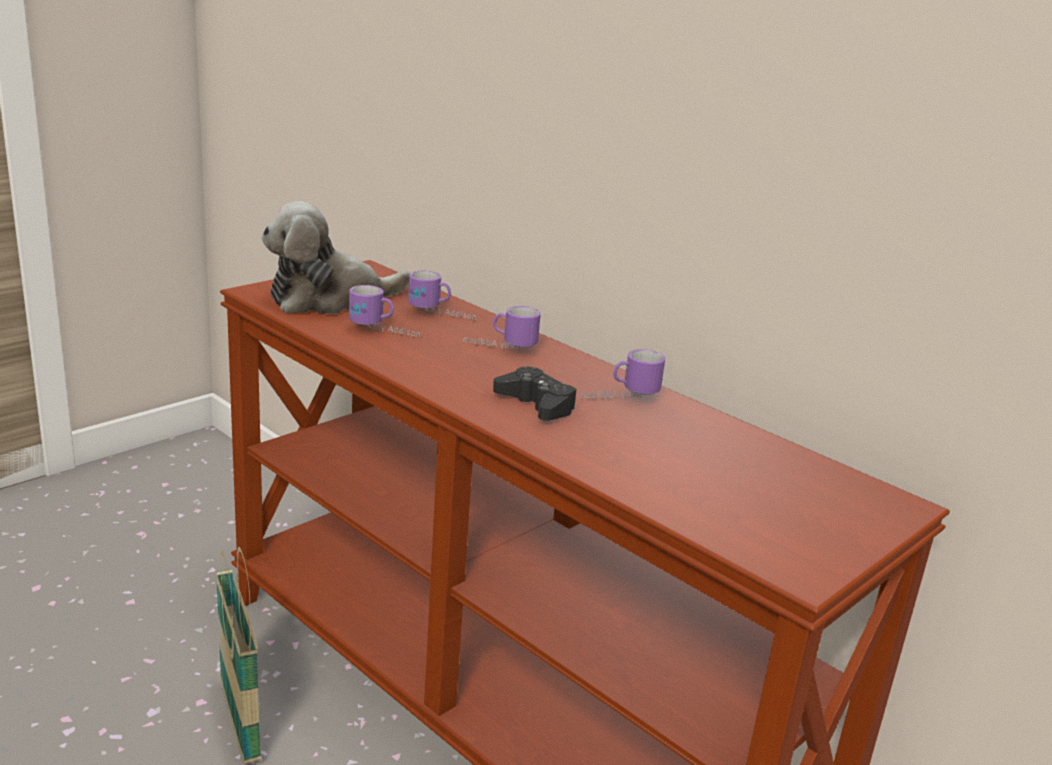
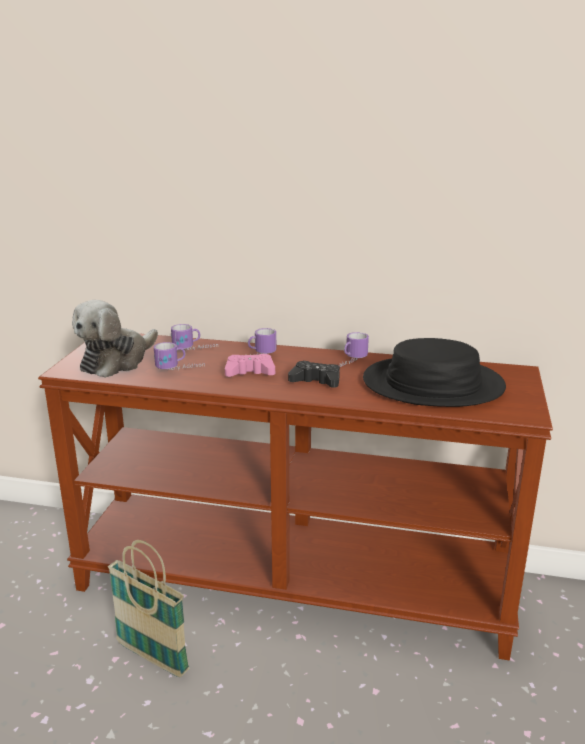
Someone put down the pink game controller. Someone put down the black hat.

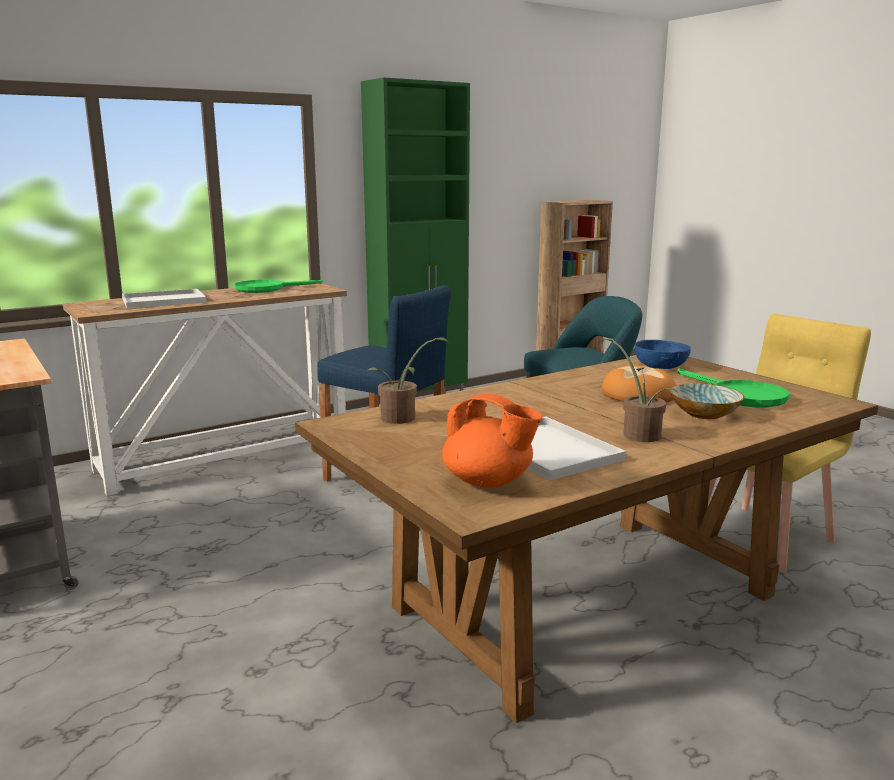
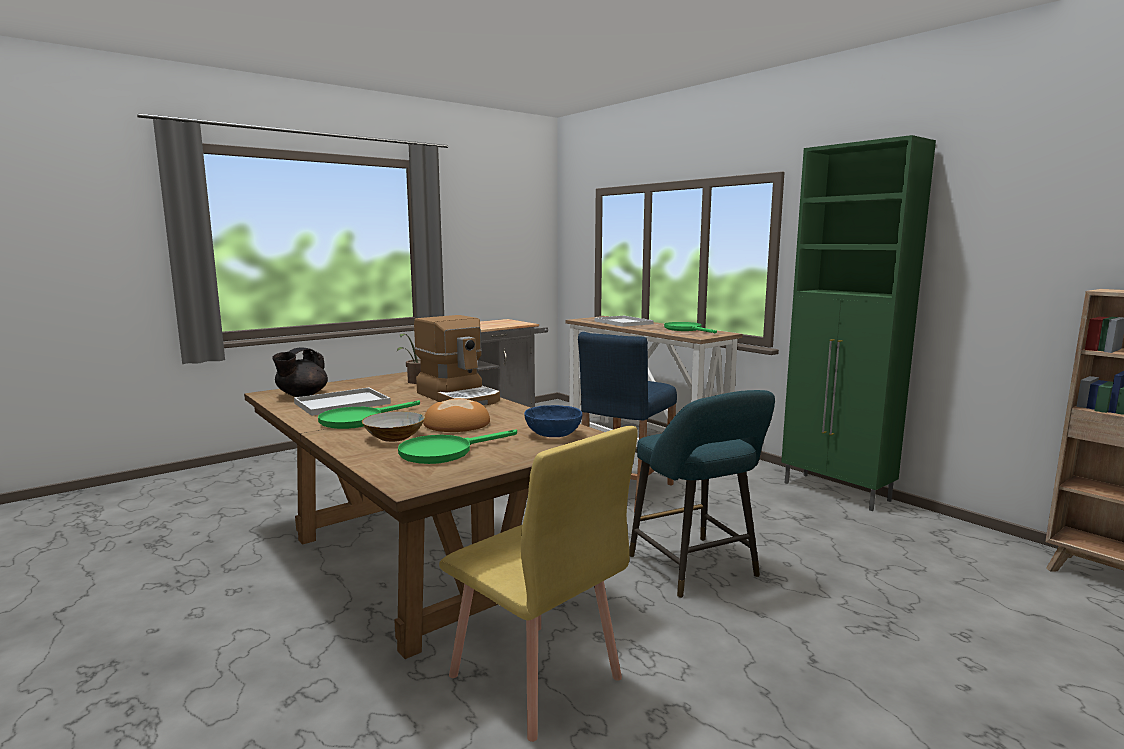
Someone repainted the orange teapot, which became the black teapot. Someone swapped the potted plant (no. 2 from left) for the green frying pan (no. 1 from left). Someone put down the coffee machine.

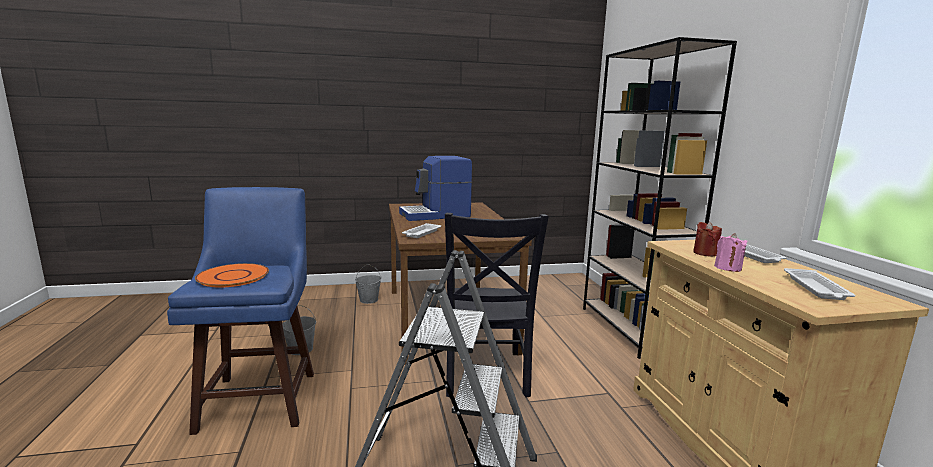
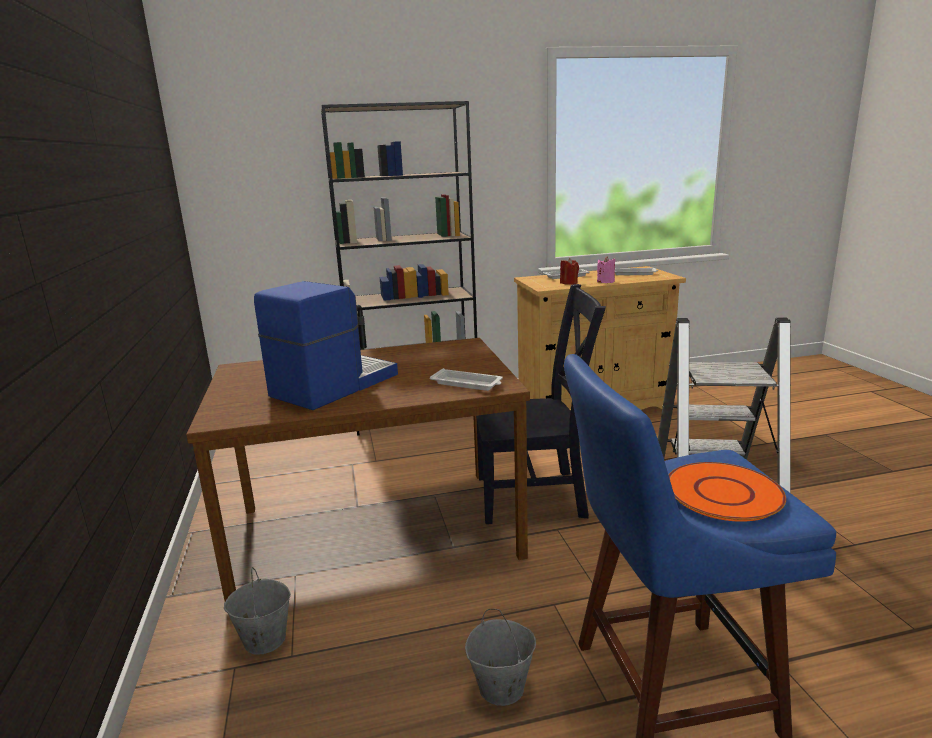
Someone rotated the coffee machine by 120 degrees counterclockwise.

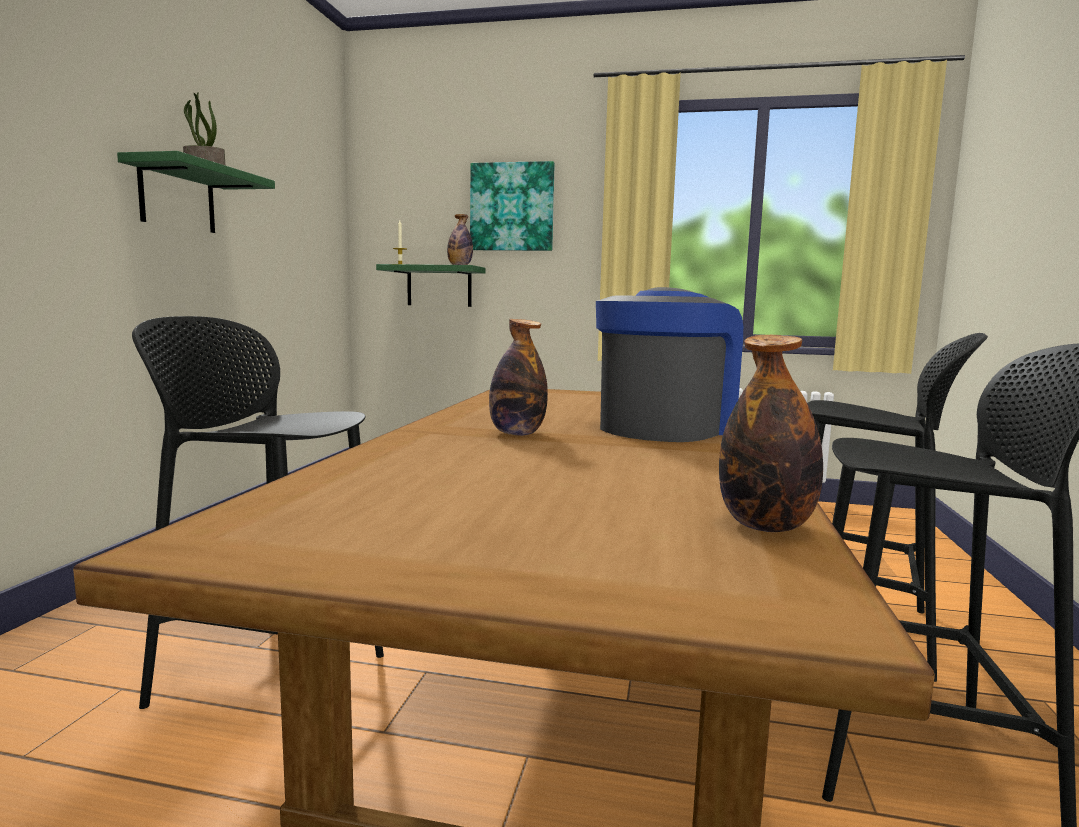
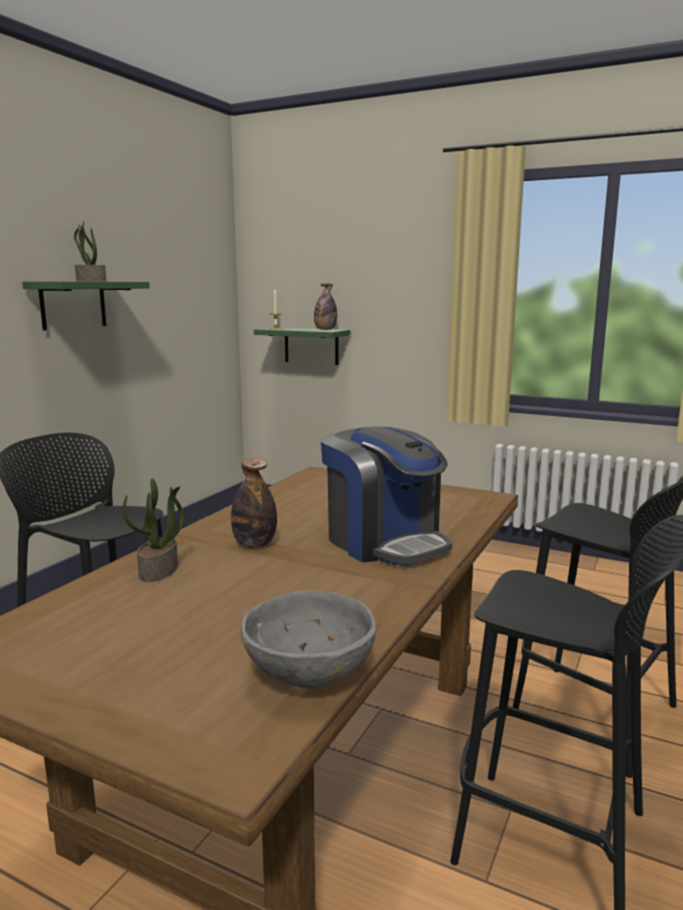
Someone put down the potted plant (no. 2 from left). Someone swapped the bottle (no. 3 from left) for the grey bowl. Someone rotated the coffee machine by 90 degrees clockwise. Someone took away the picture.

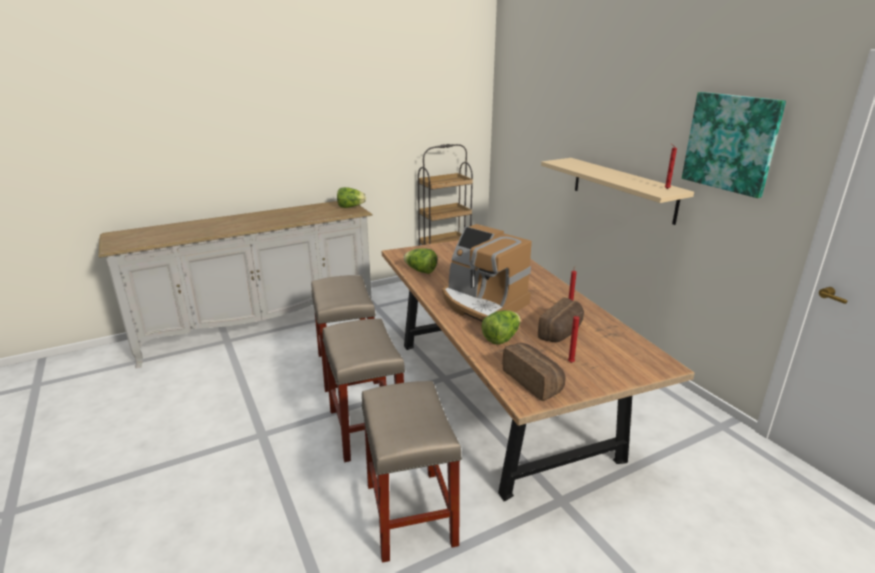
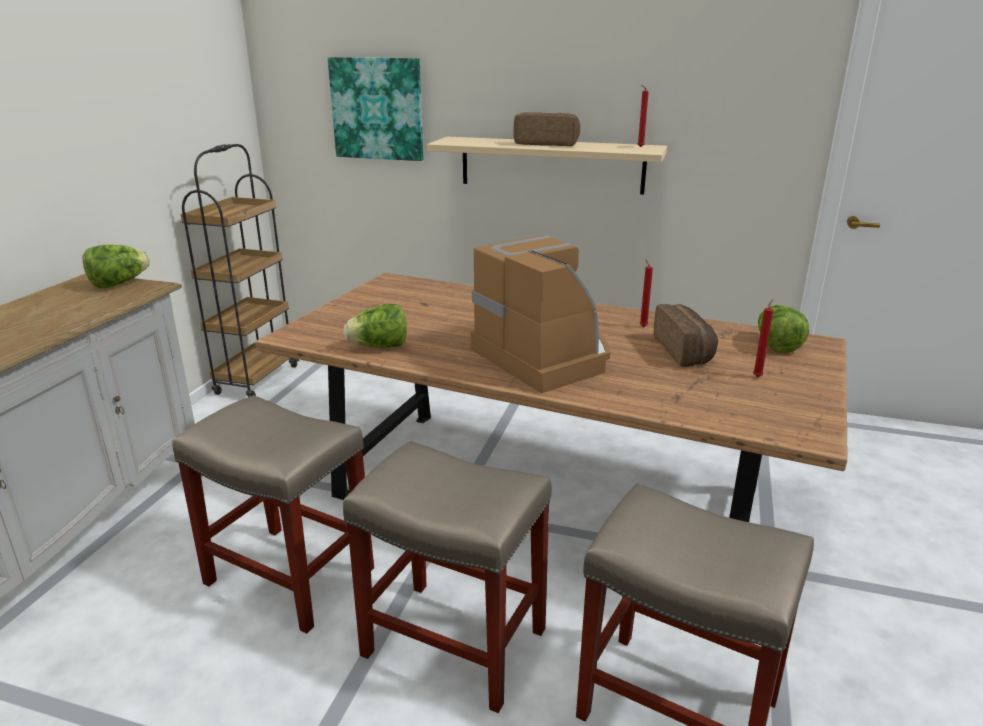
Someone carried the picture. Someone rotated the coffee machine by 120 degrees counterclockwise. Someone carried the bread (no. 1 from left). Someone carried the lettuce (no. 3 from left).

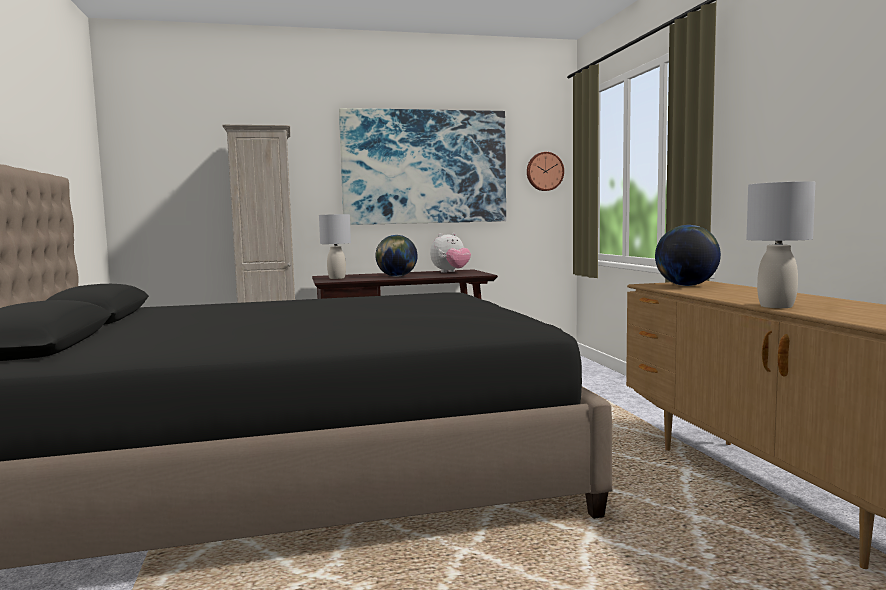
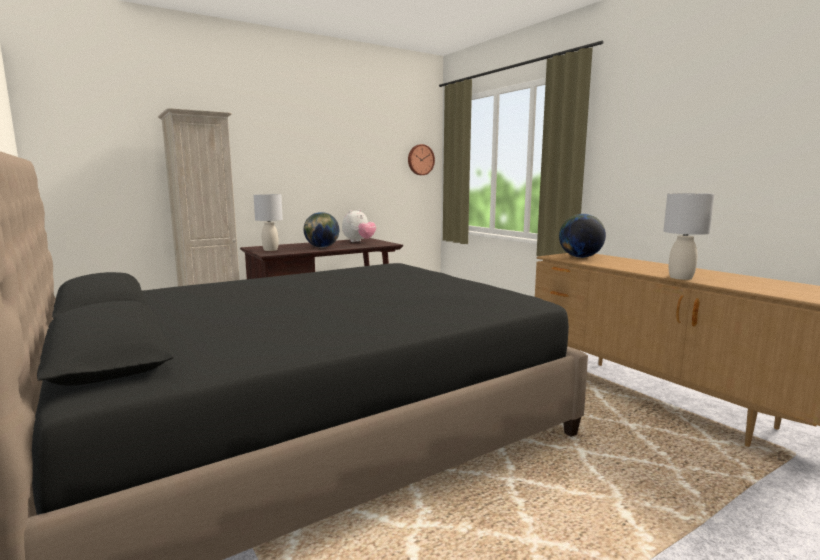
Someone took away the picture.

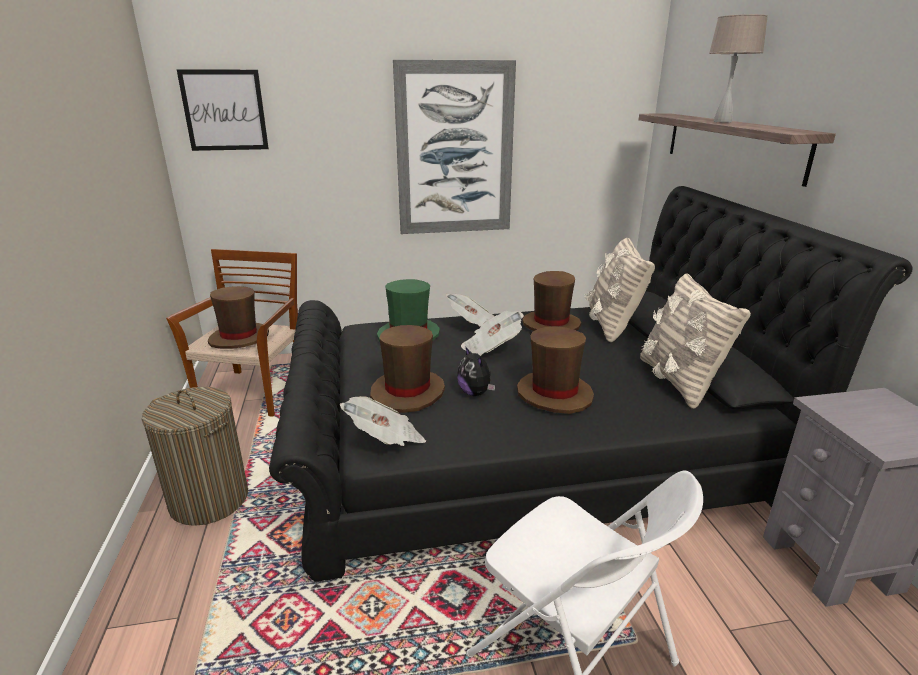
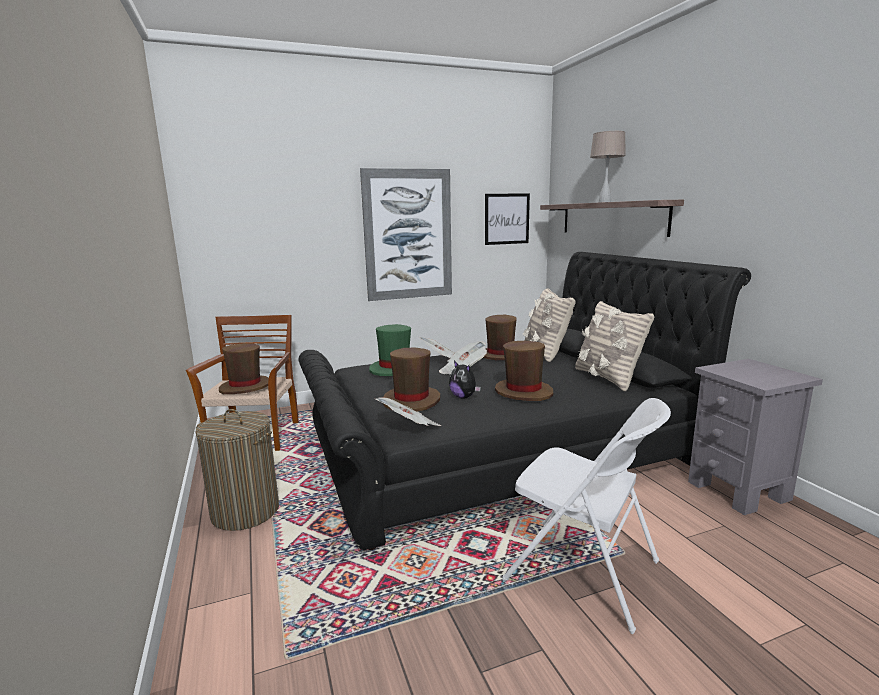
Someone carried the picture (no. 1 from left in the first image).

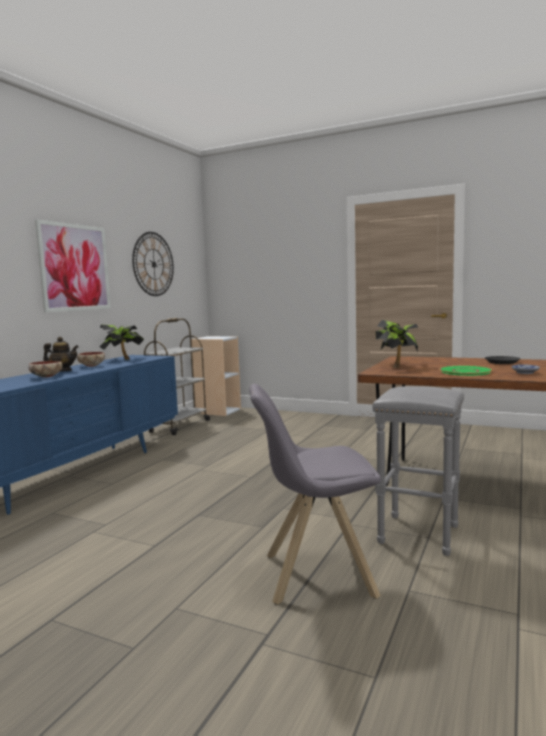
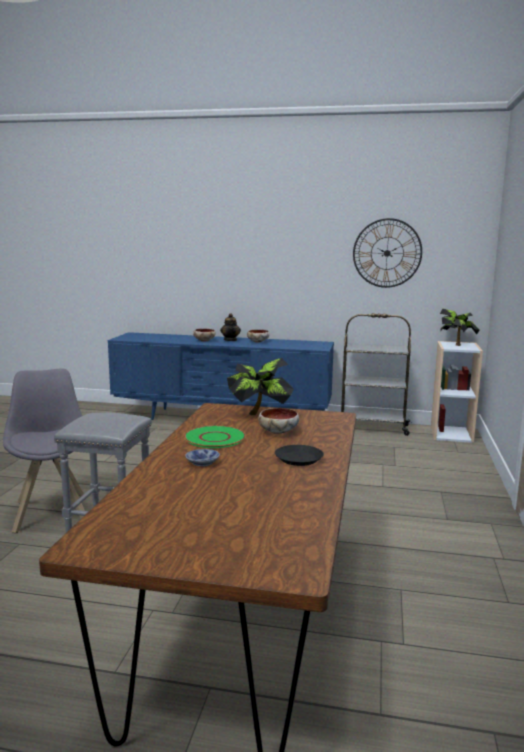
Someone put down the bowl (no. 4 from left). Someone carried the potted plant (no. 1 from left in the first image). Someone took away the picture.

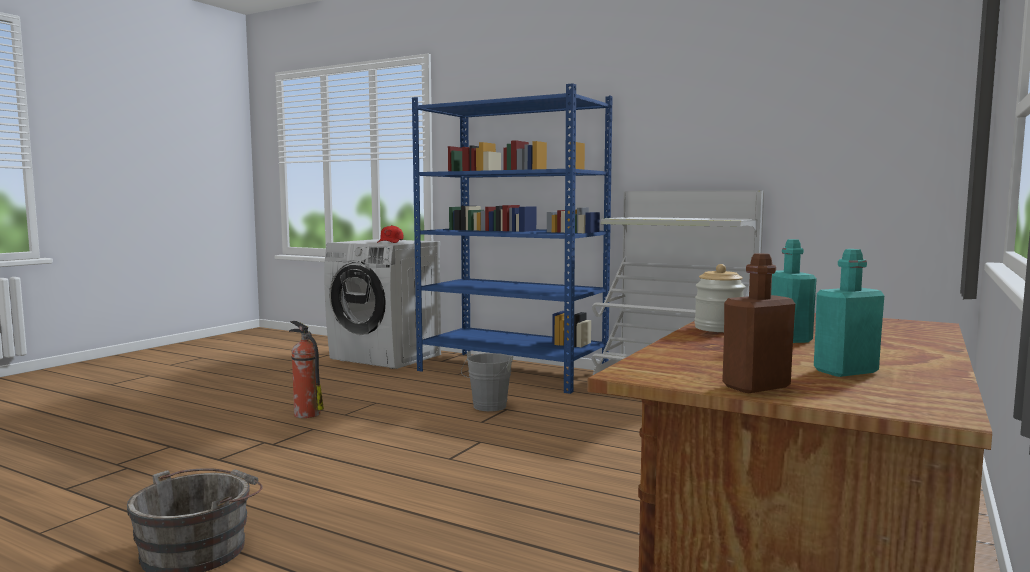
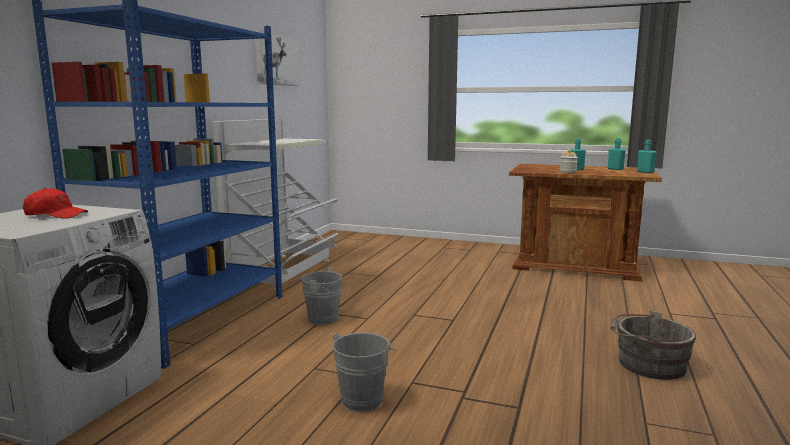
Someone put up the picture. Someone swapped the fire extinguisher for the grey bucket (no. 2 from left). Someone repainted the brown bottle, which became the turquoise bottle (no. 3 from left).

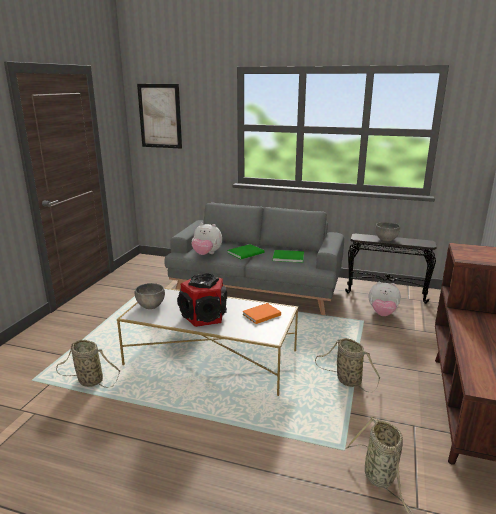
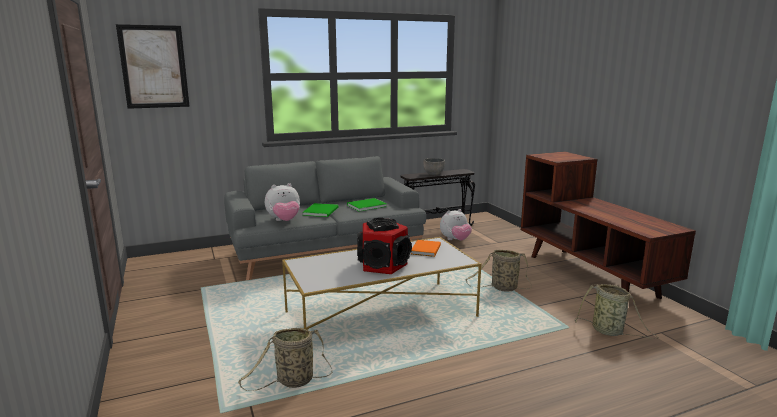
Someone took away the grey bowl (no. 1 from left).

